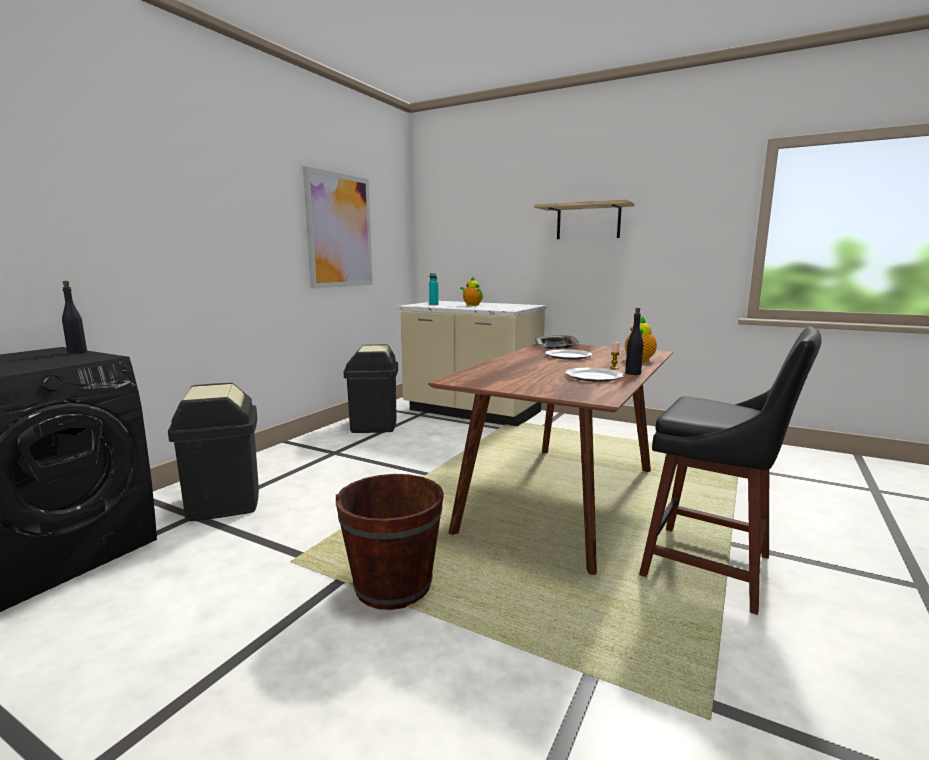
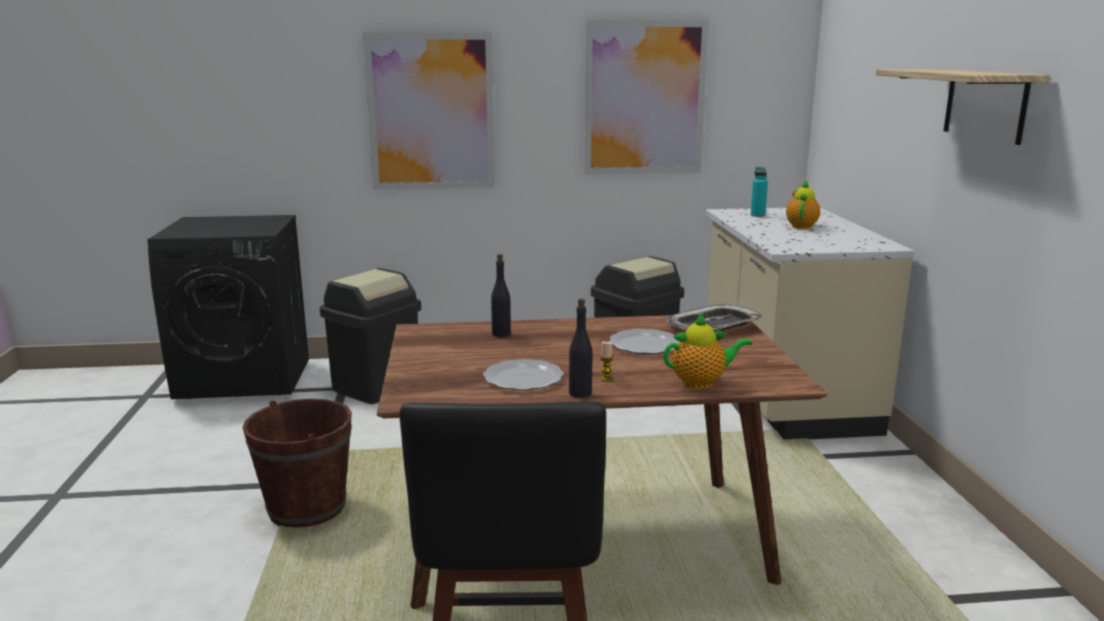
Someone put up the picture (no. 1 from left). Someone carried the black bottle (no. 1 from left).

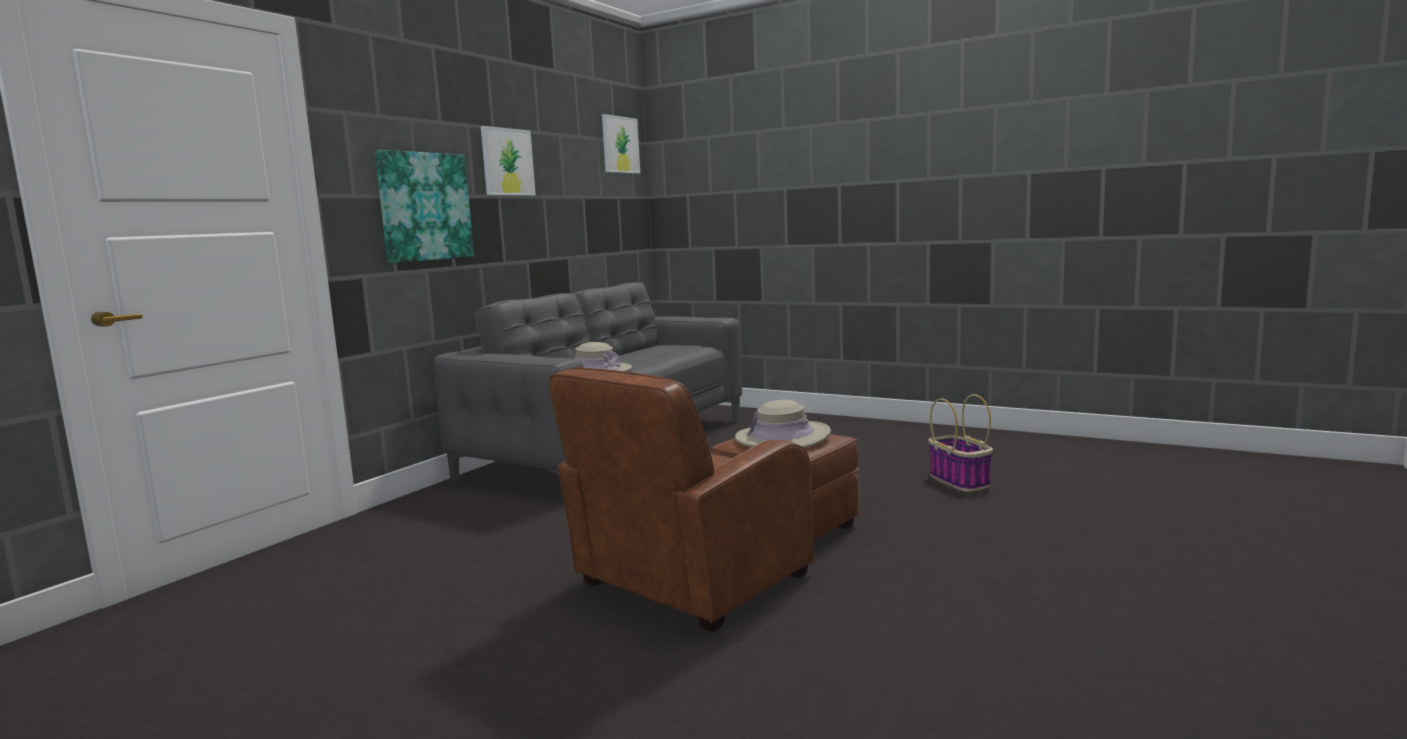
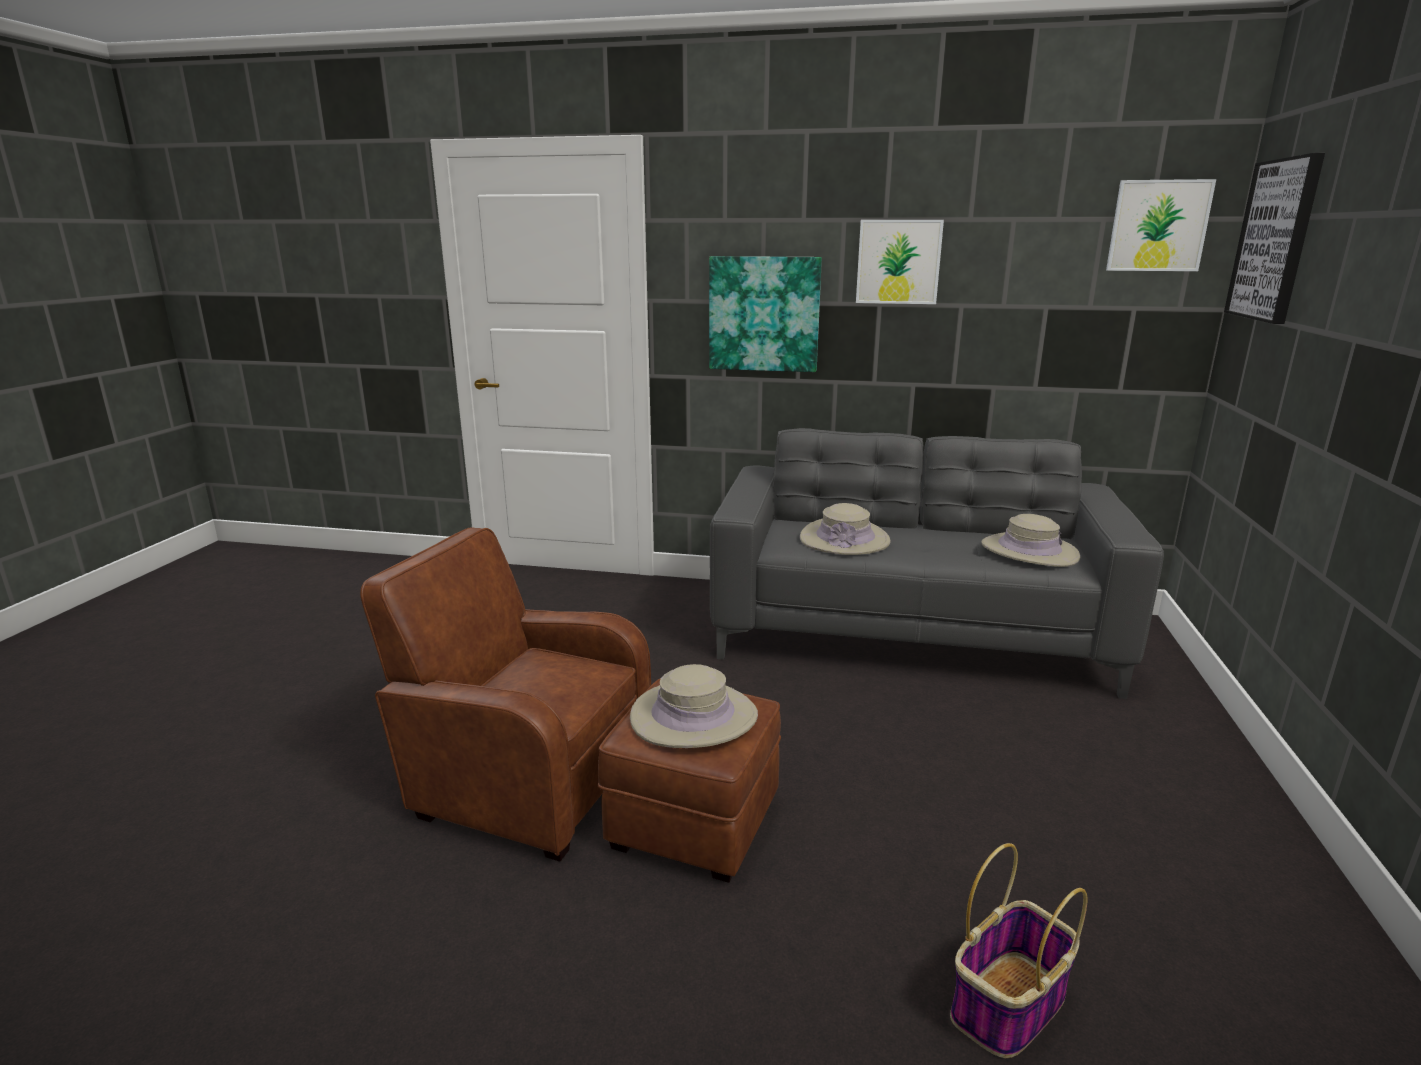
Someone put down the beige hat (no. 3 from left). Someone put up the picture (no. 4 from left).

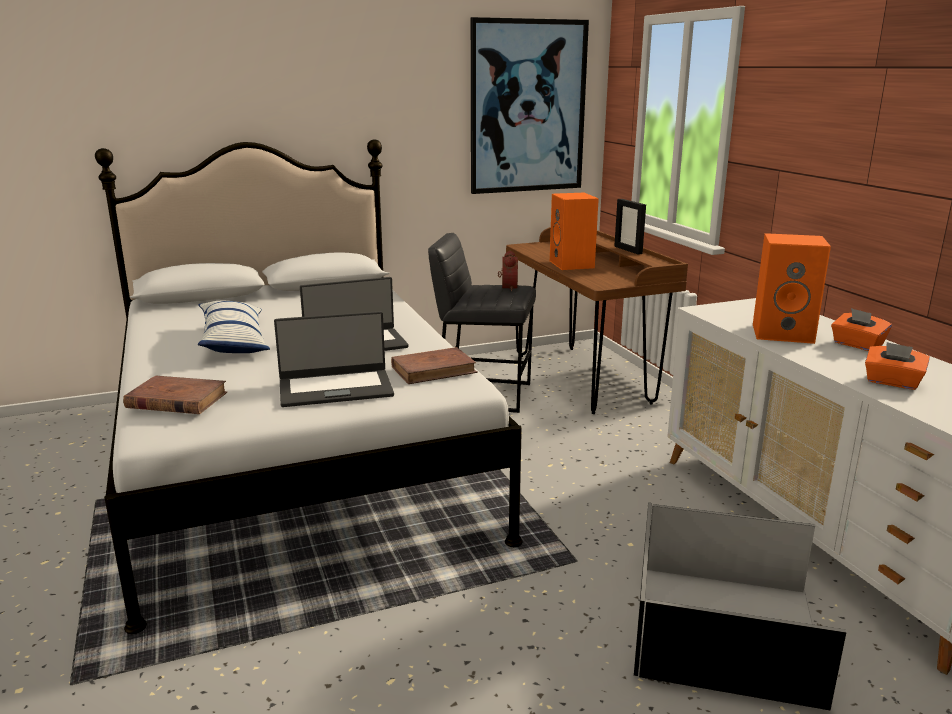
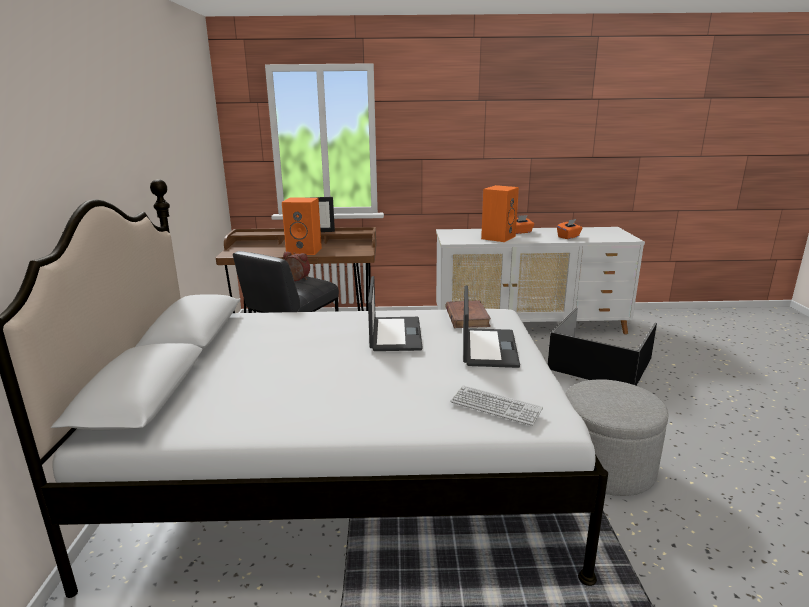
Someone swapped the brown book (no. 1 from left) for the keyboard. Someone put down the grey ottoman. Someone took away the pillow. Someone took away the picture.

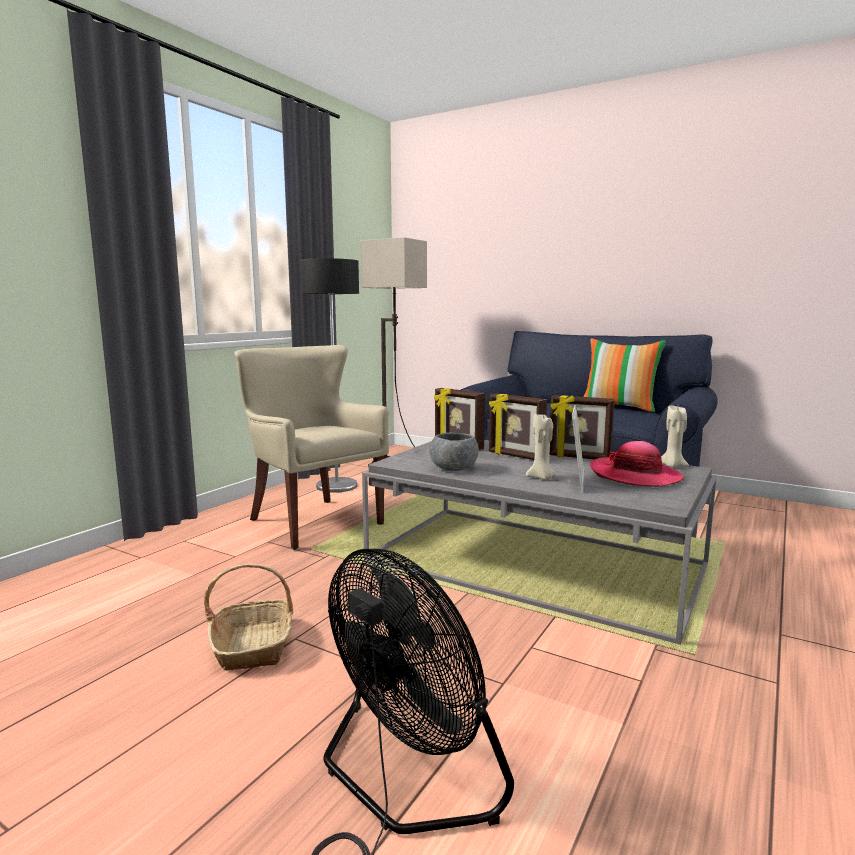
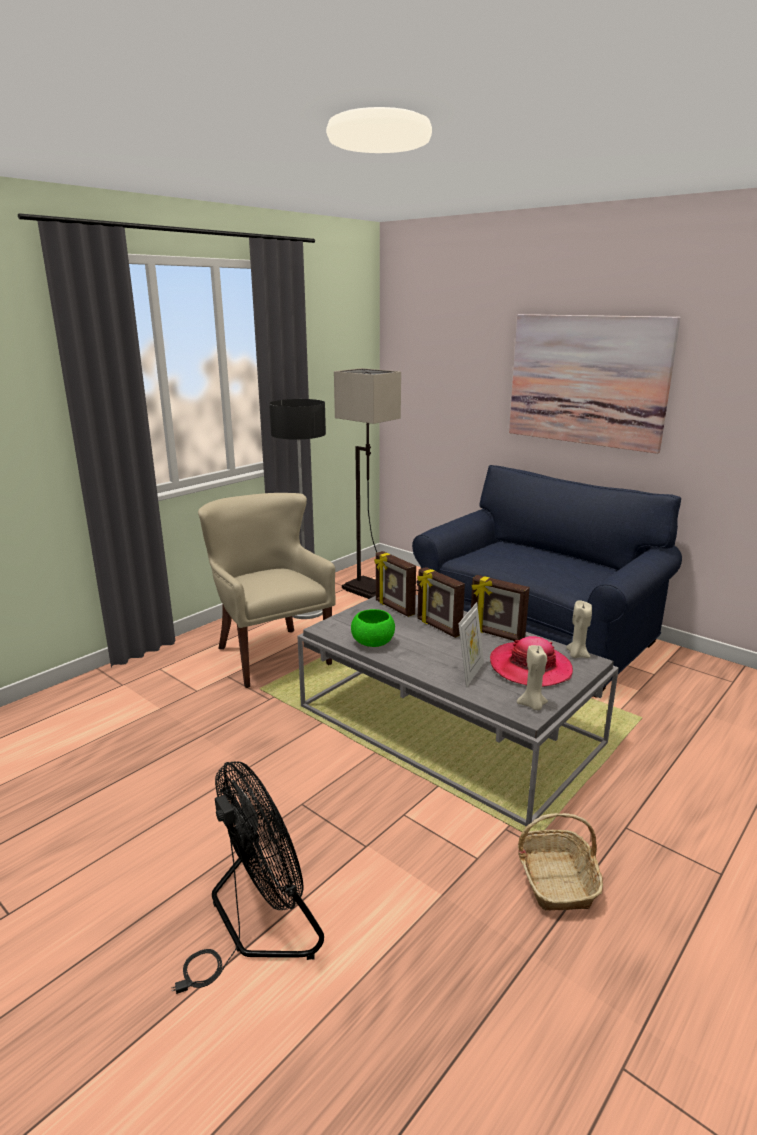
Someone repainted the grey bowl, which became the green bowl. Someone put up the picture. Someone carried the beige candle (no. 1 from left). Someone carried the basket. Someone took away the pillow.

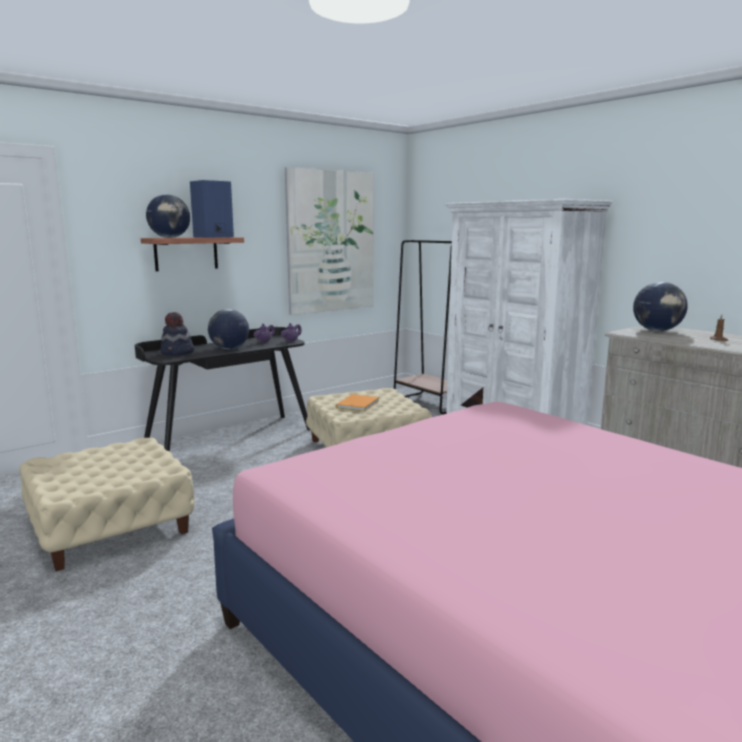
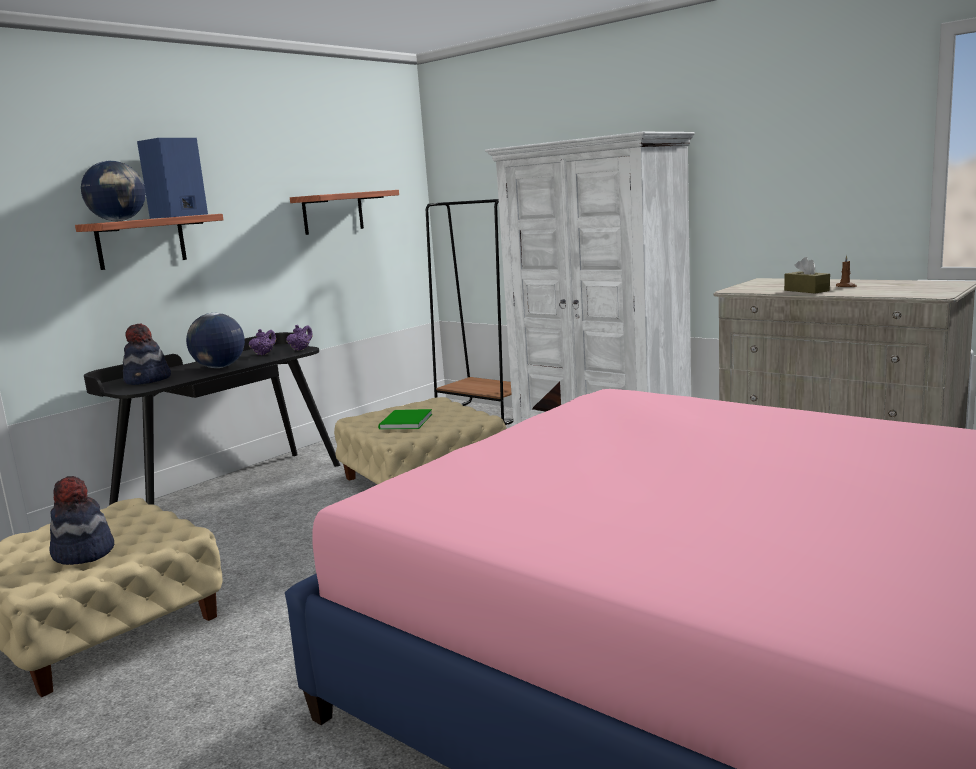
Someone put down the hat (no. 1 from left). Someone swapped the picture for the shelf (no. 2 from left). Someone repainted the orange book, which became the green book. Someone put down the brown tissue box. Someone took away the globe (no. 3 from left).

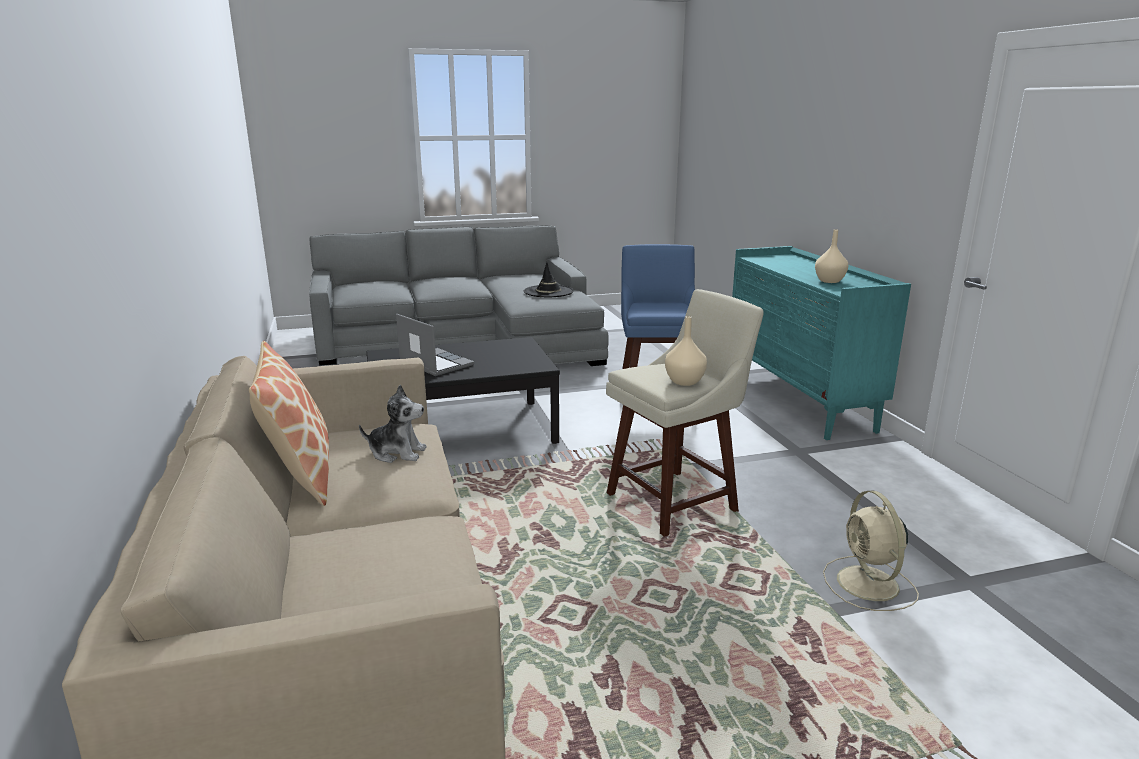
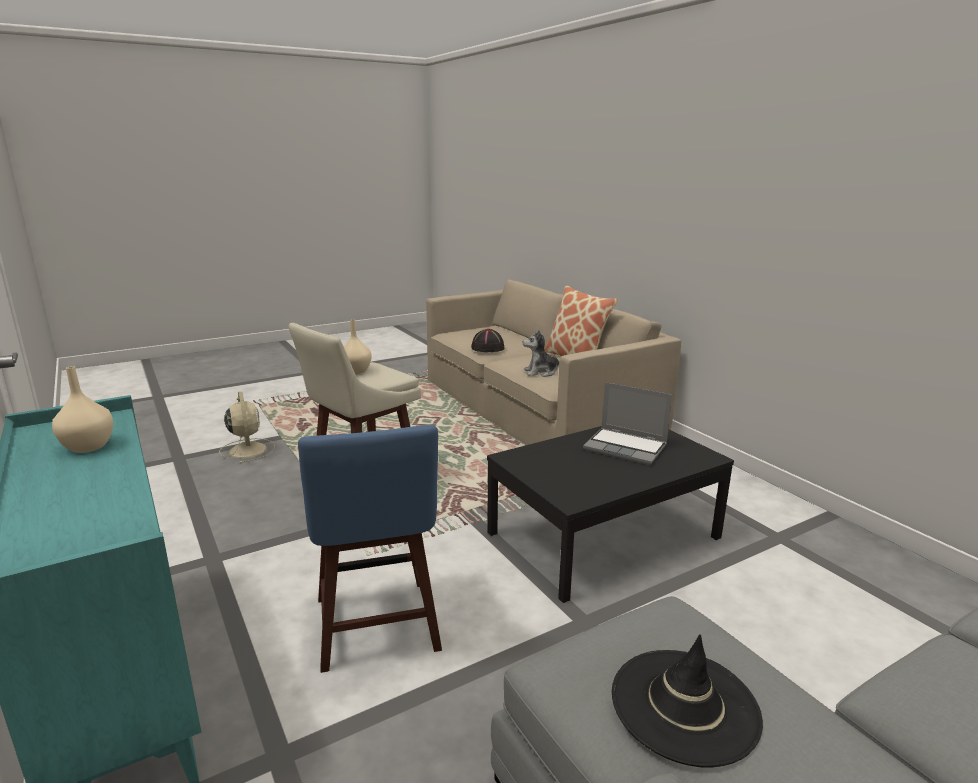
Someone put down the black hat (no. 1 from left).

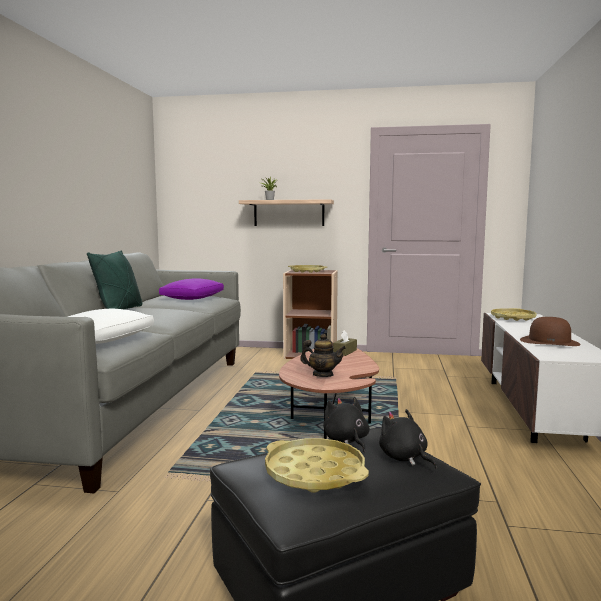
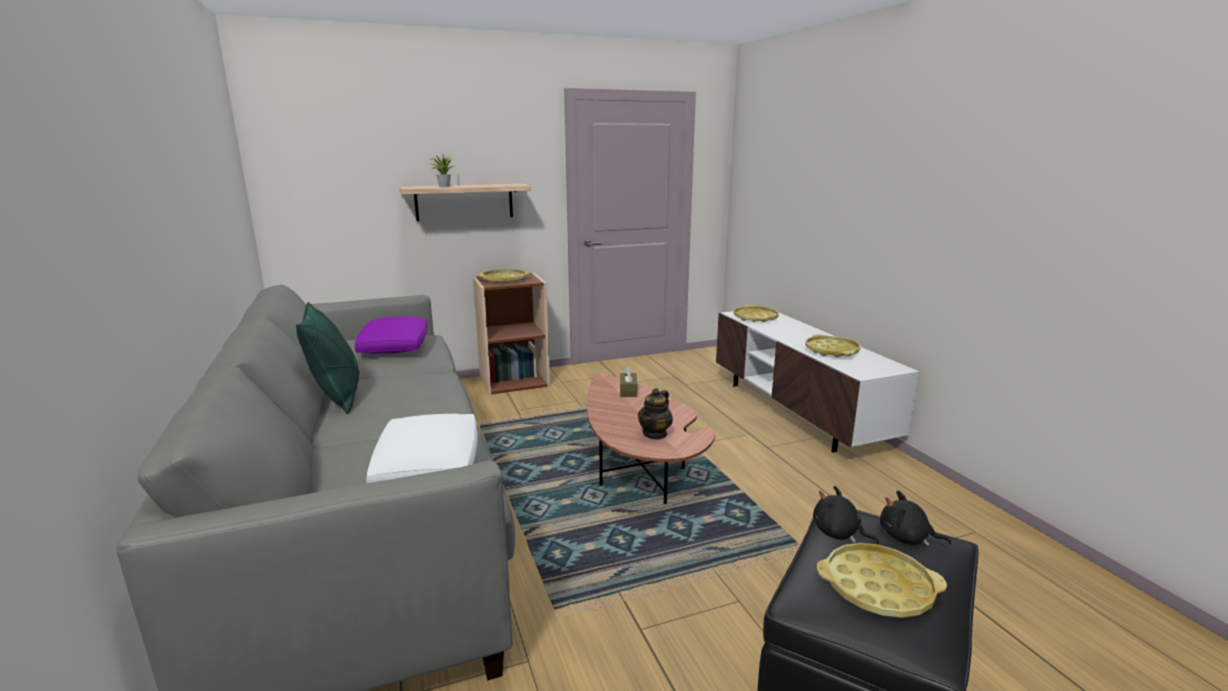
Someone rotated the teapot by 135 degrees clockwise. Someone swapped the brown hat for the yellow tray (no. 3 from left).

